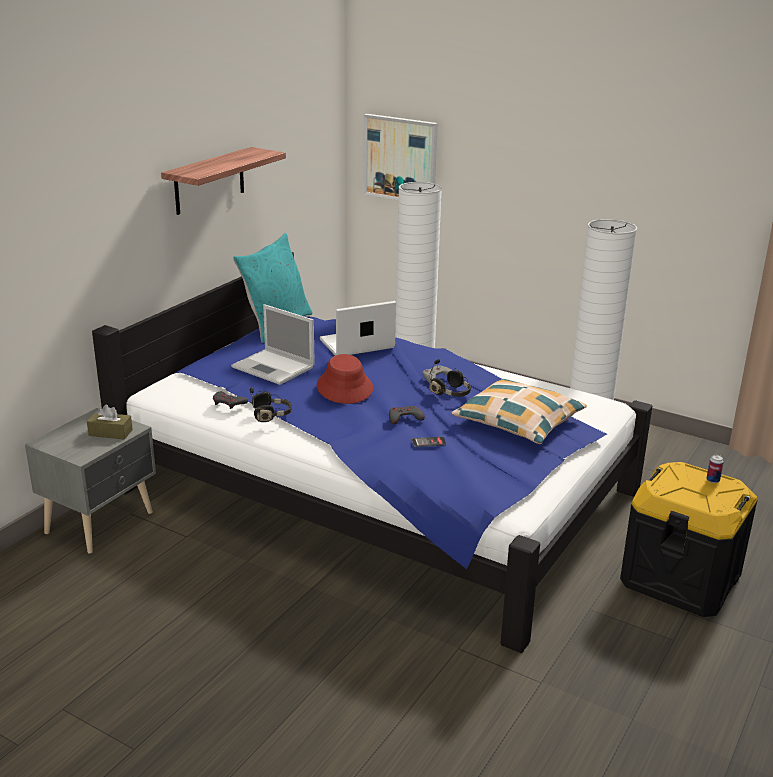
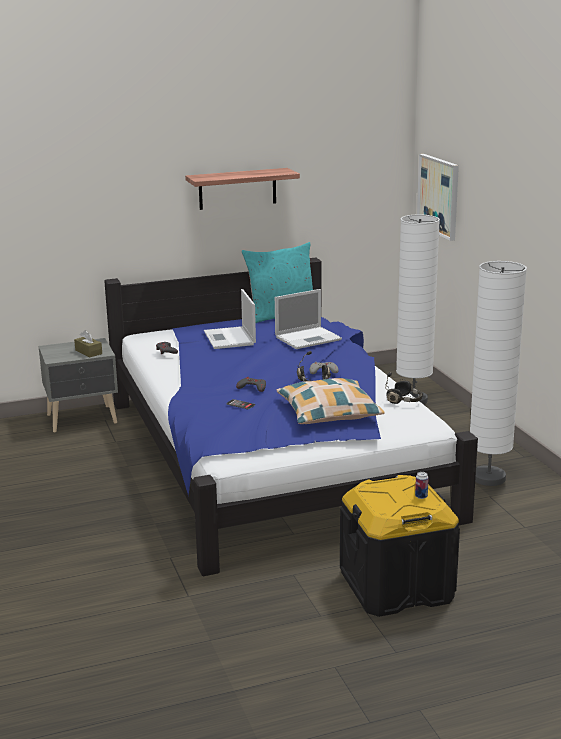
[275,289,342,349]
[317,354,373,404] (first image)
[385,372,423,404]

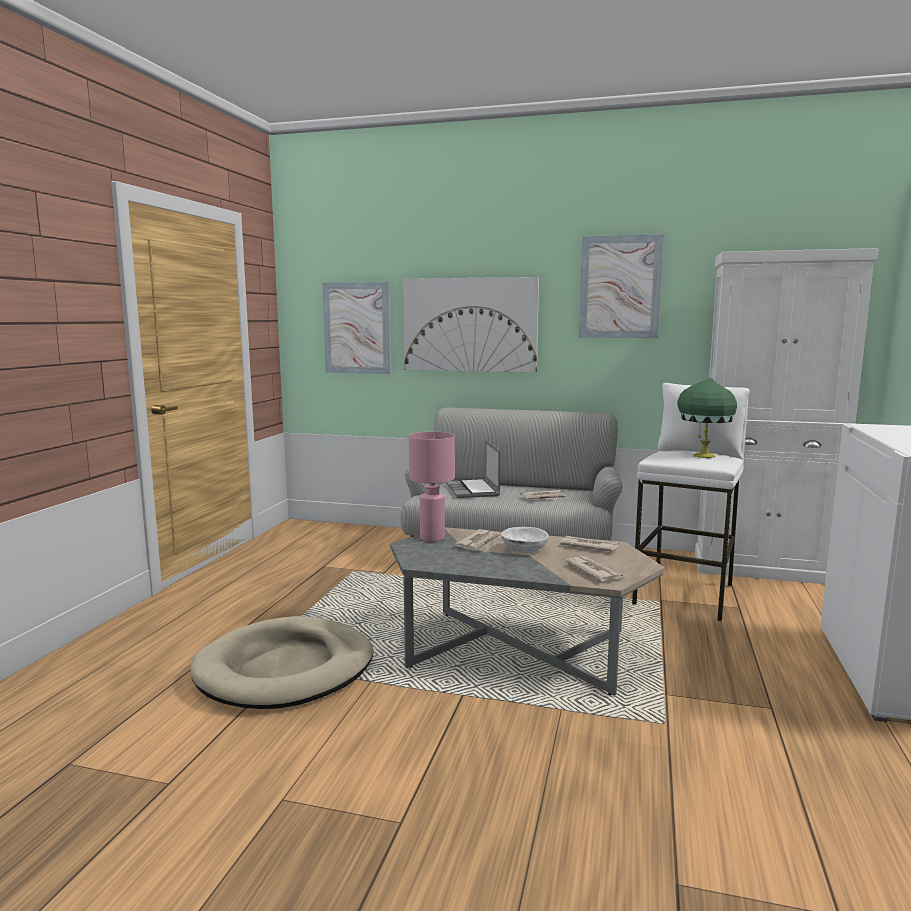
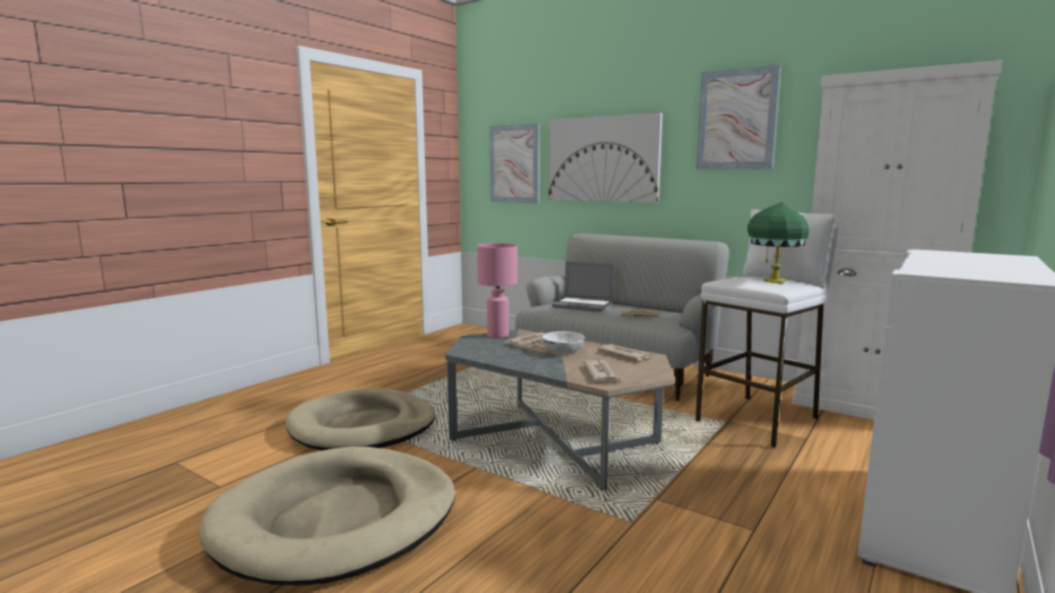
[552,261,614,312]
[199,446,455,585]

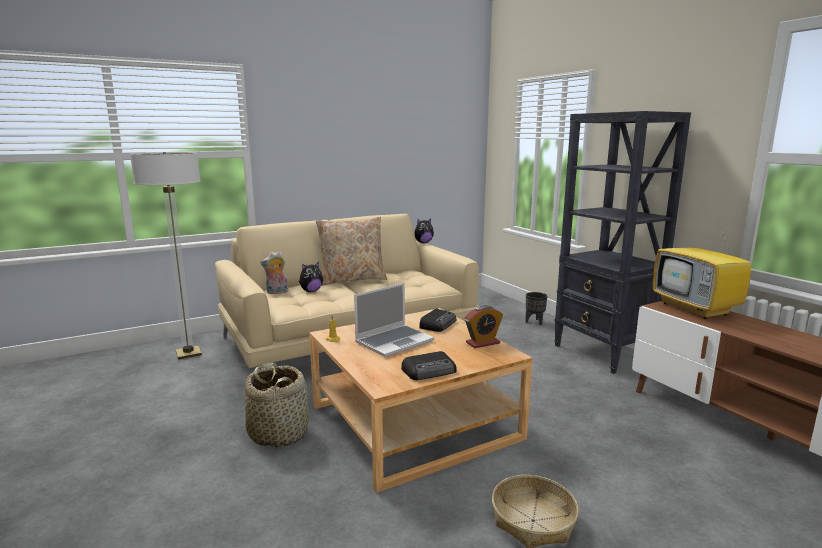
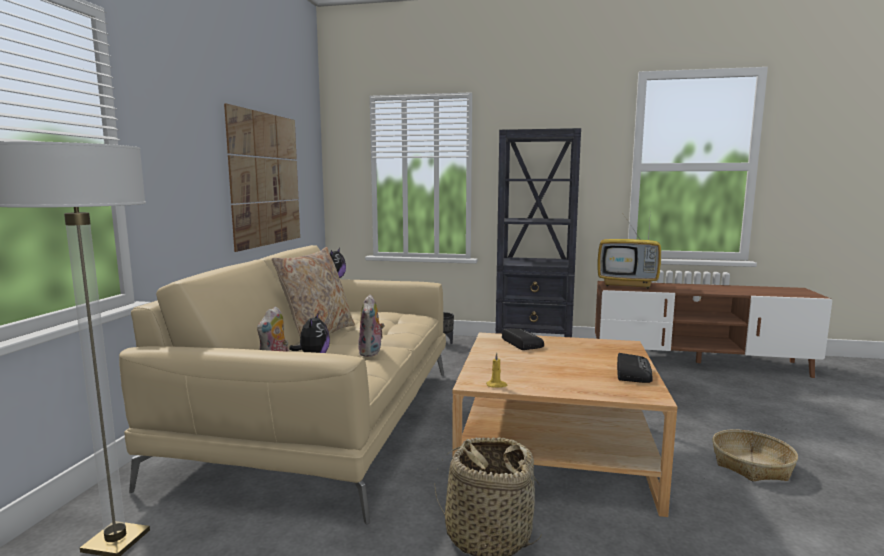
[354,283,434,357] (first image)
[465,305,503,348] (first image)
[224,103,300,252]
[358,294,385,357]

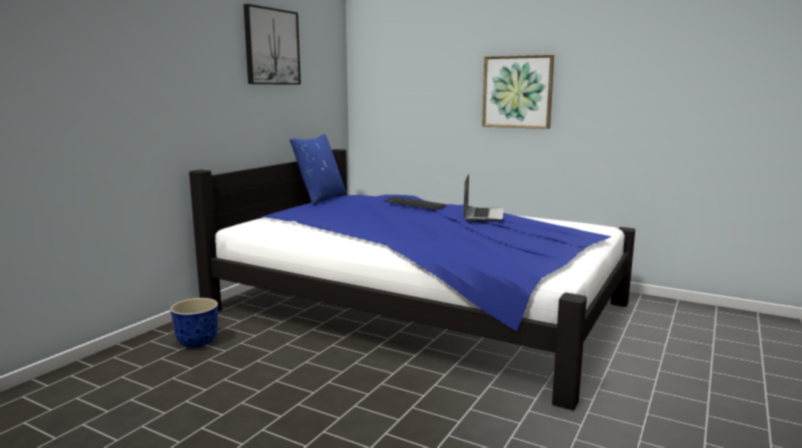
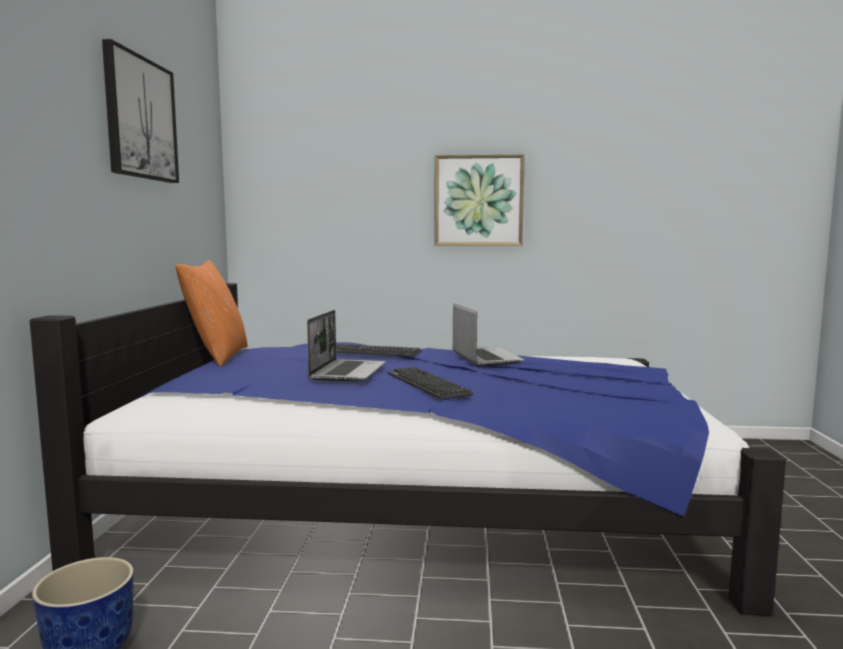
[176,260,248,367]
[307,310,386,382]
[388,367,473,399]

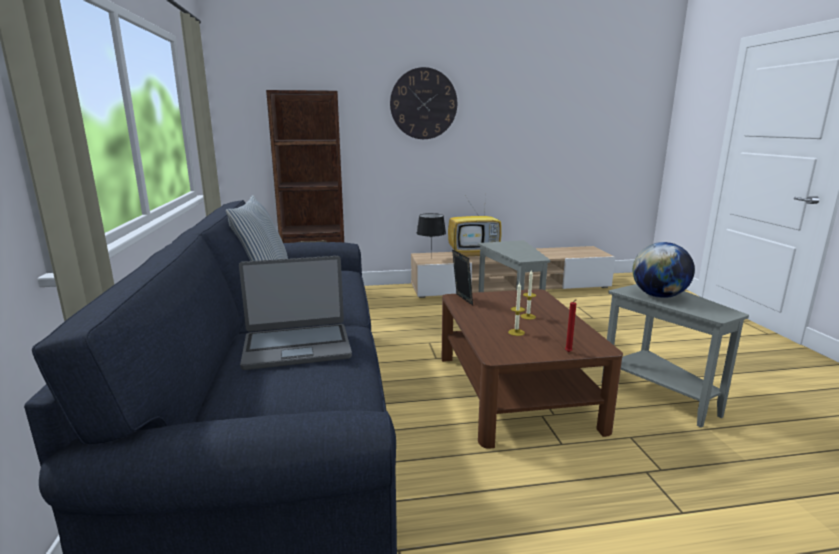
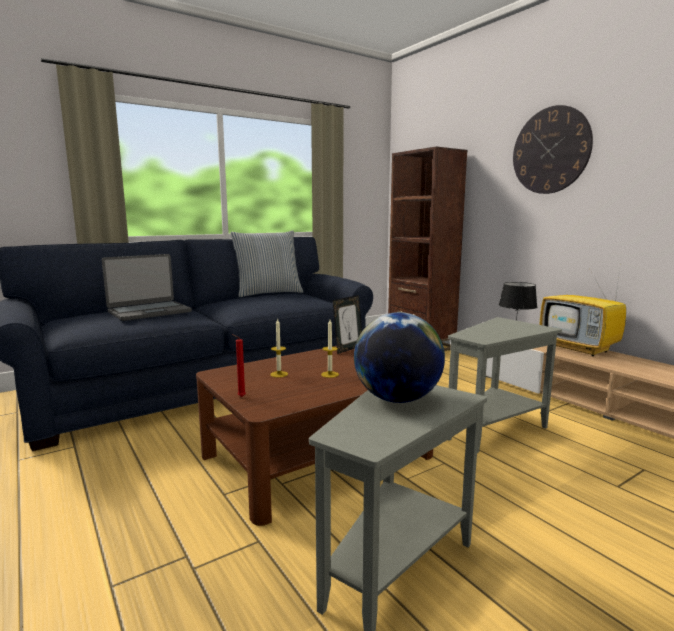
[102,254,192,321]

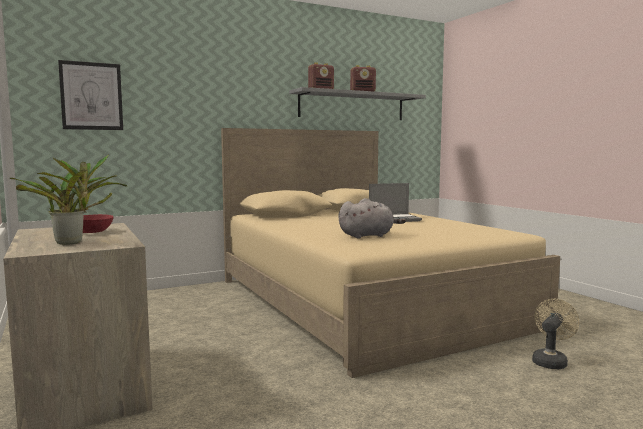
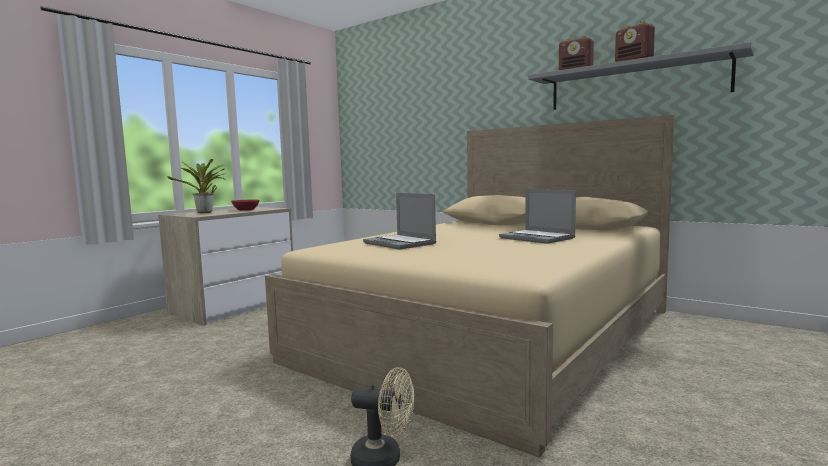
[58,60,123,130] (first image)
[363,193,436,250]

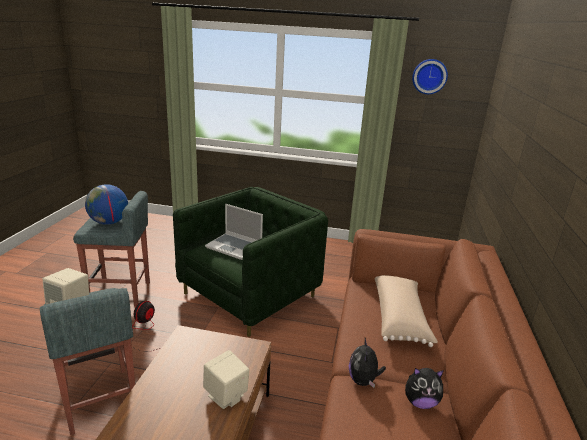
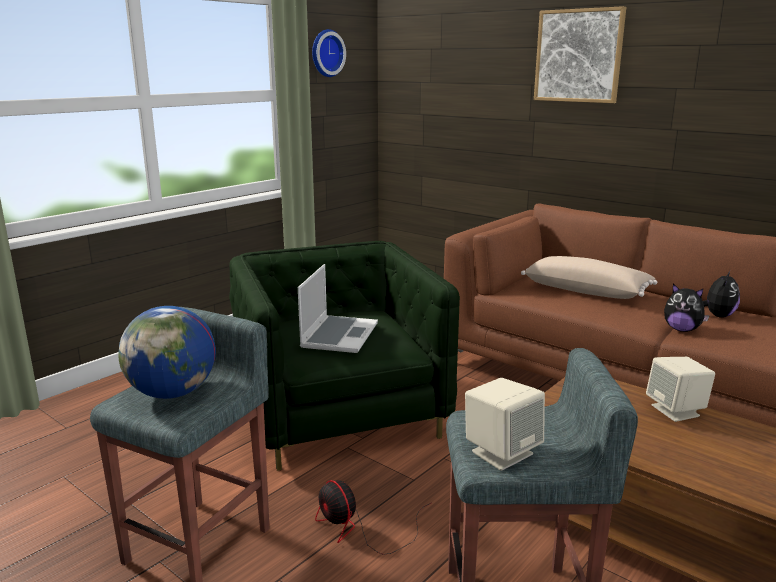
[298,264,378,353]
[534,6,626,103]

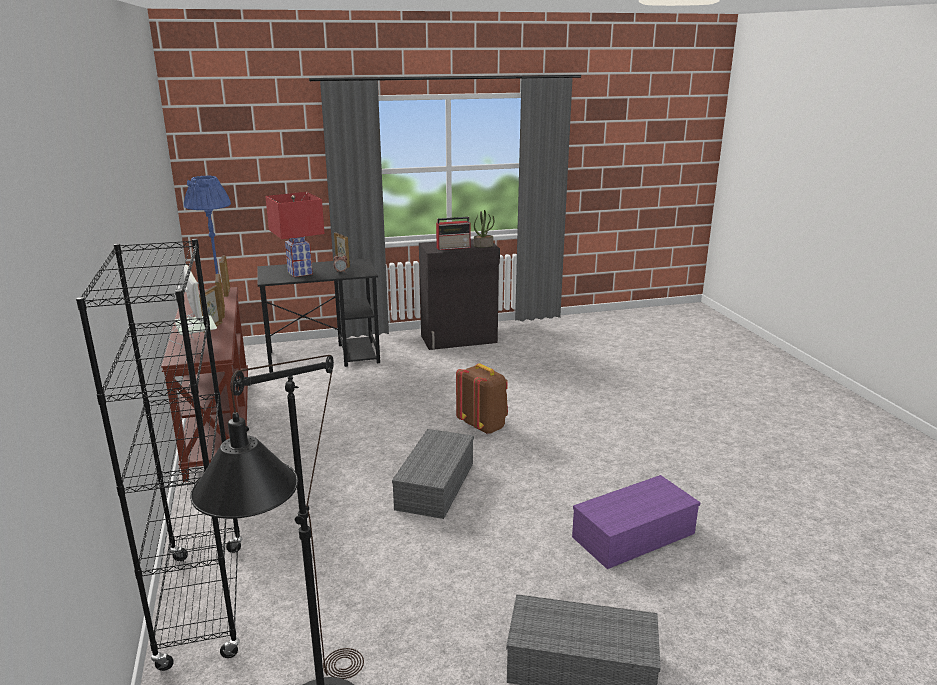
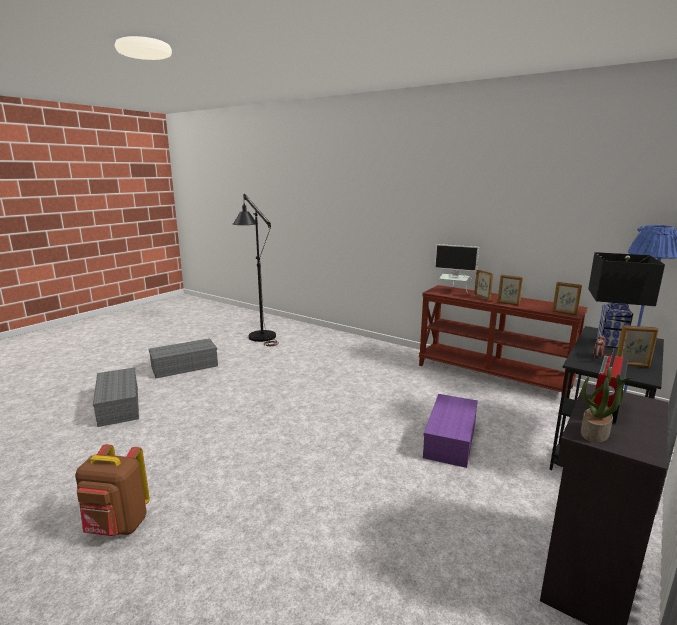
[588,252,665,348]
[76,239,243,671] (first image)
[75,444,150,536]
[93,367,139,427]
[423,394,478,468]

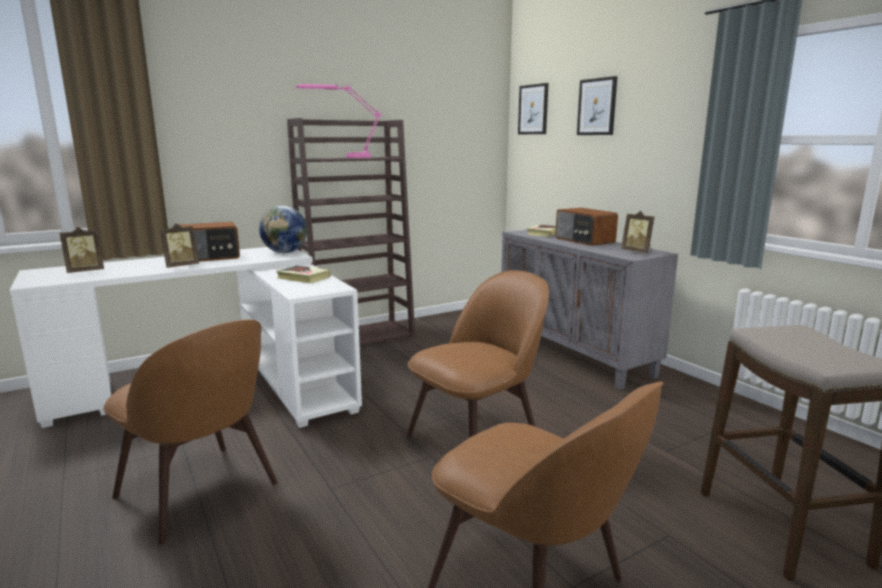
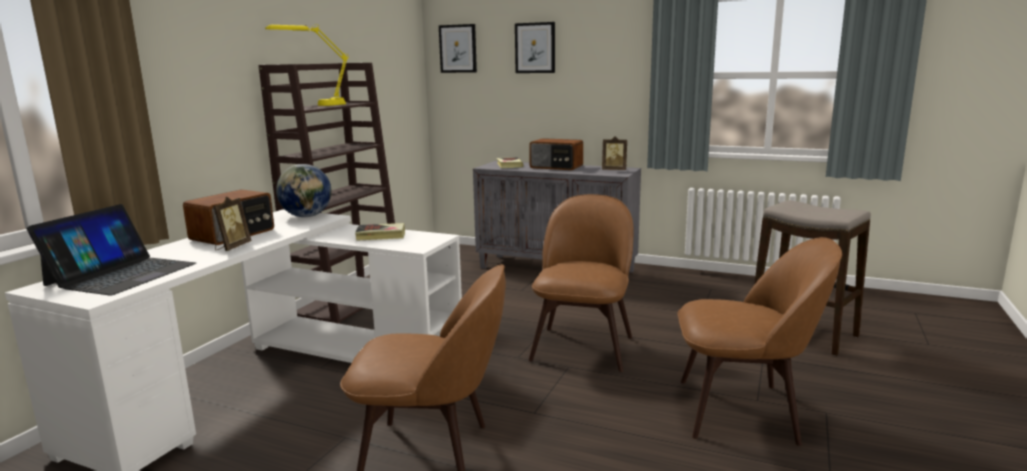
[265,24,349,106]
[26,204,196,296]

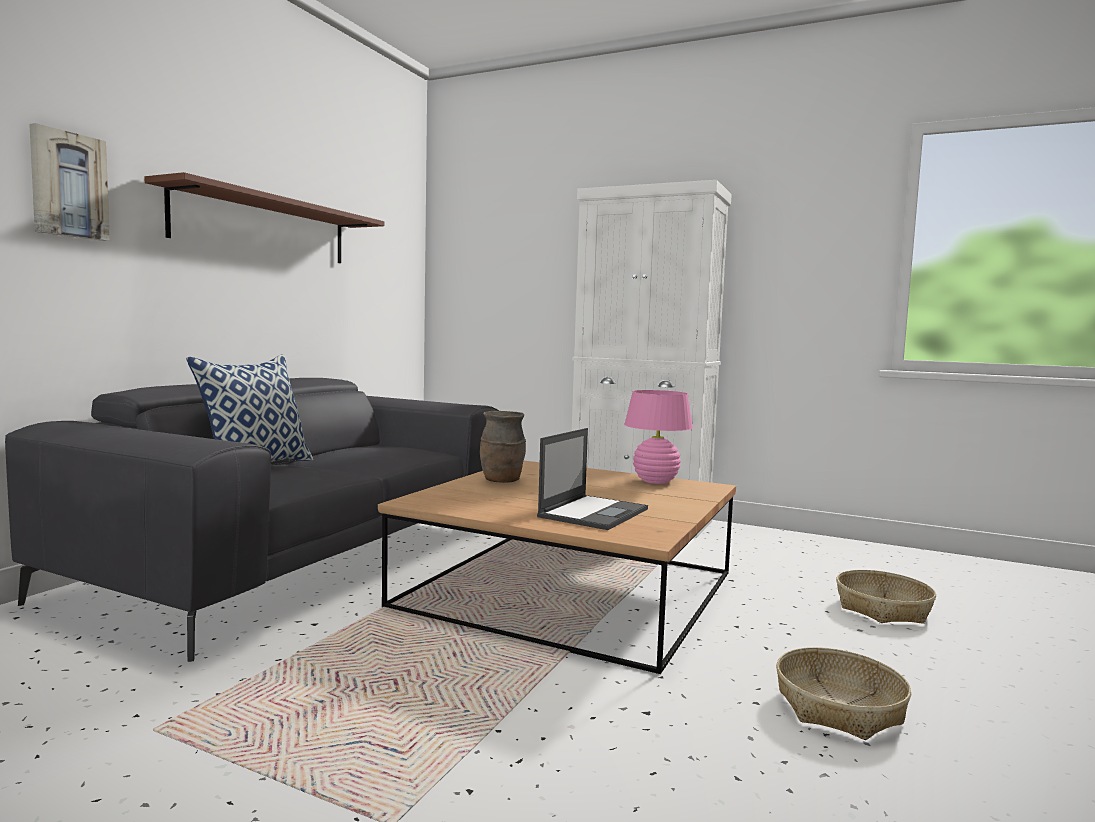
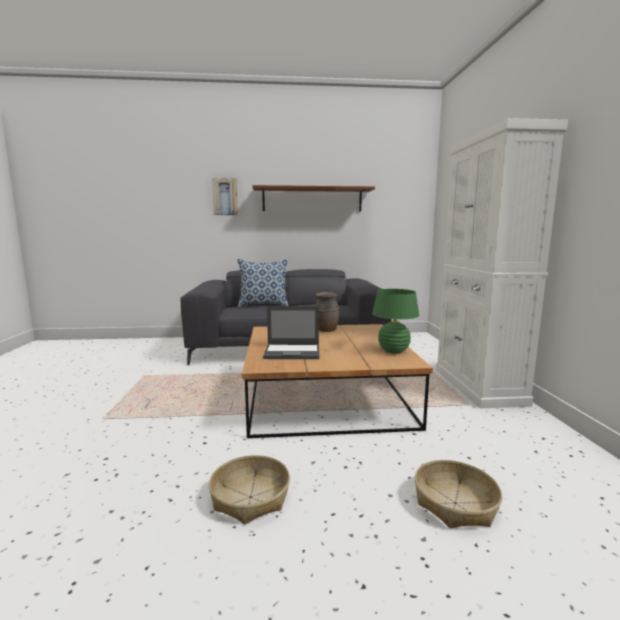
[372,289,419,354]

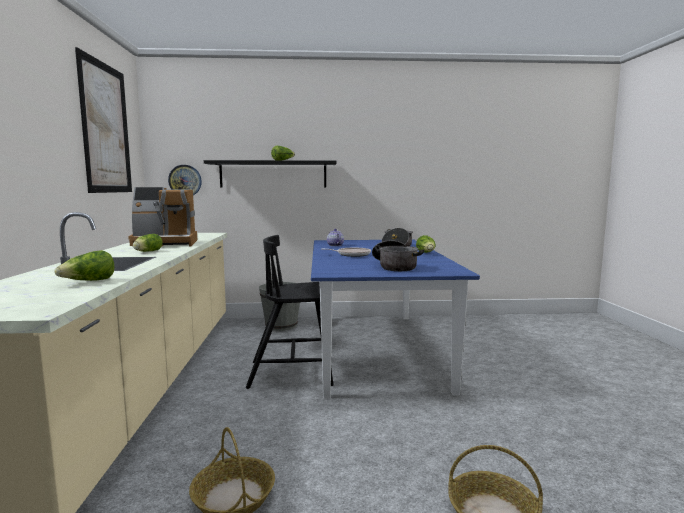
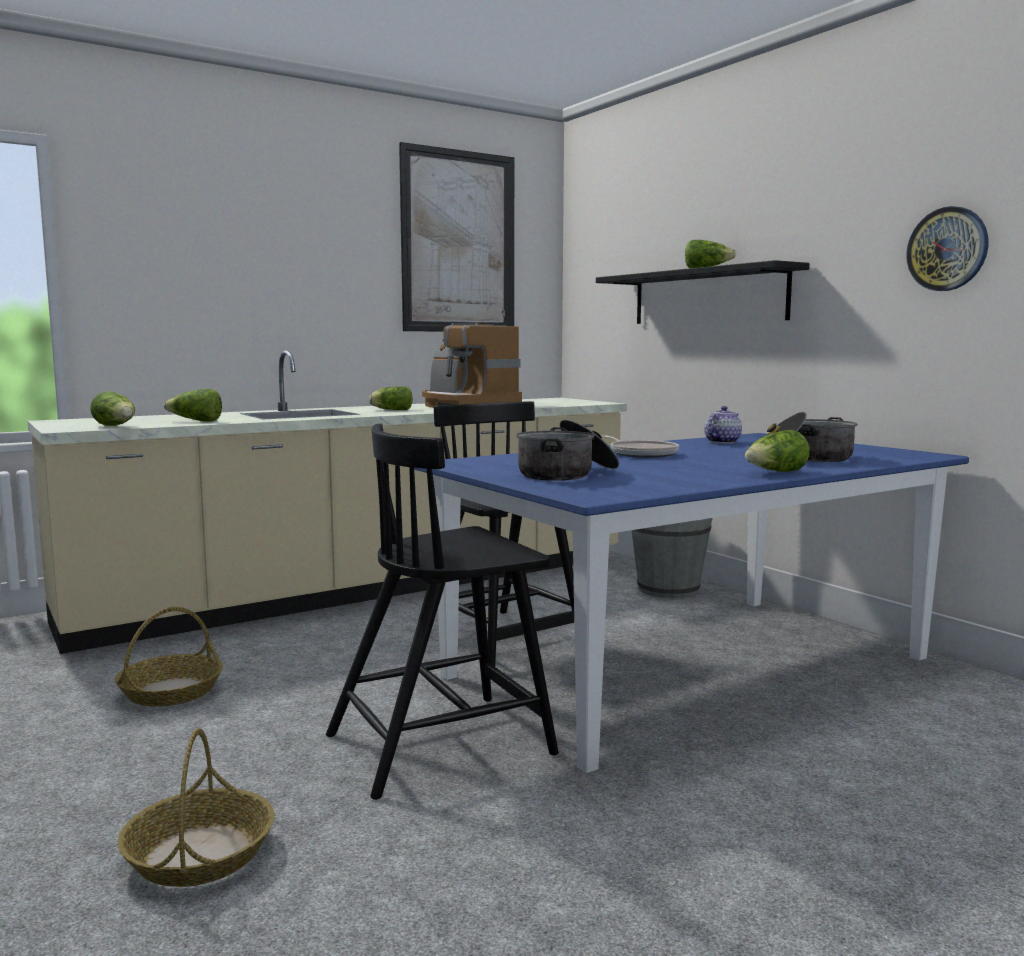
[906,206,989,291]
[91,392,135,426]
[326,424,559,800]

